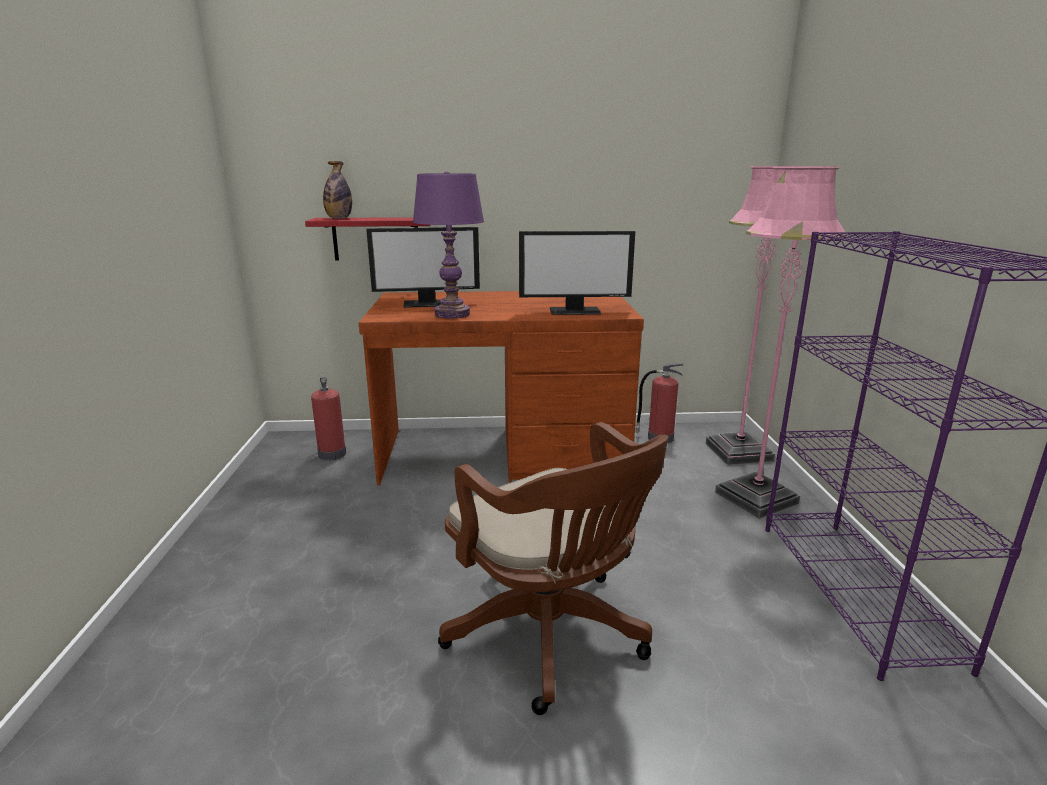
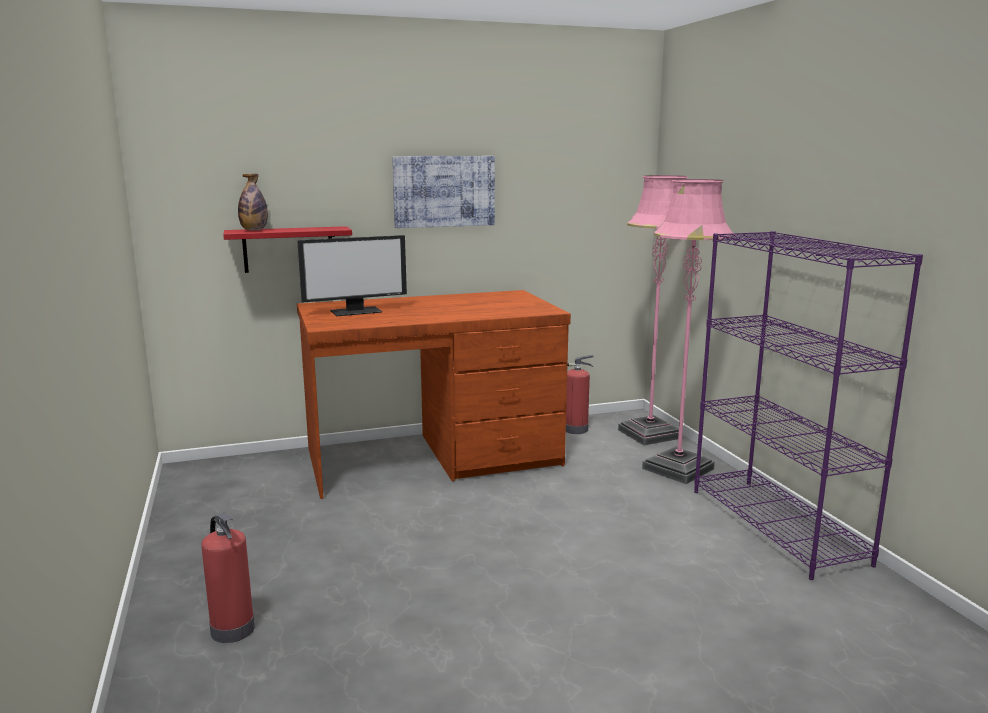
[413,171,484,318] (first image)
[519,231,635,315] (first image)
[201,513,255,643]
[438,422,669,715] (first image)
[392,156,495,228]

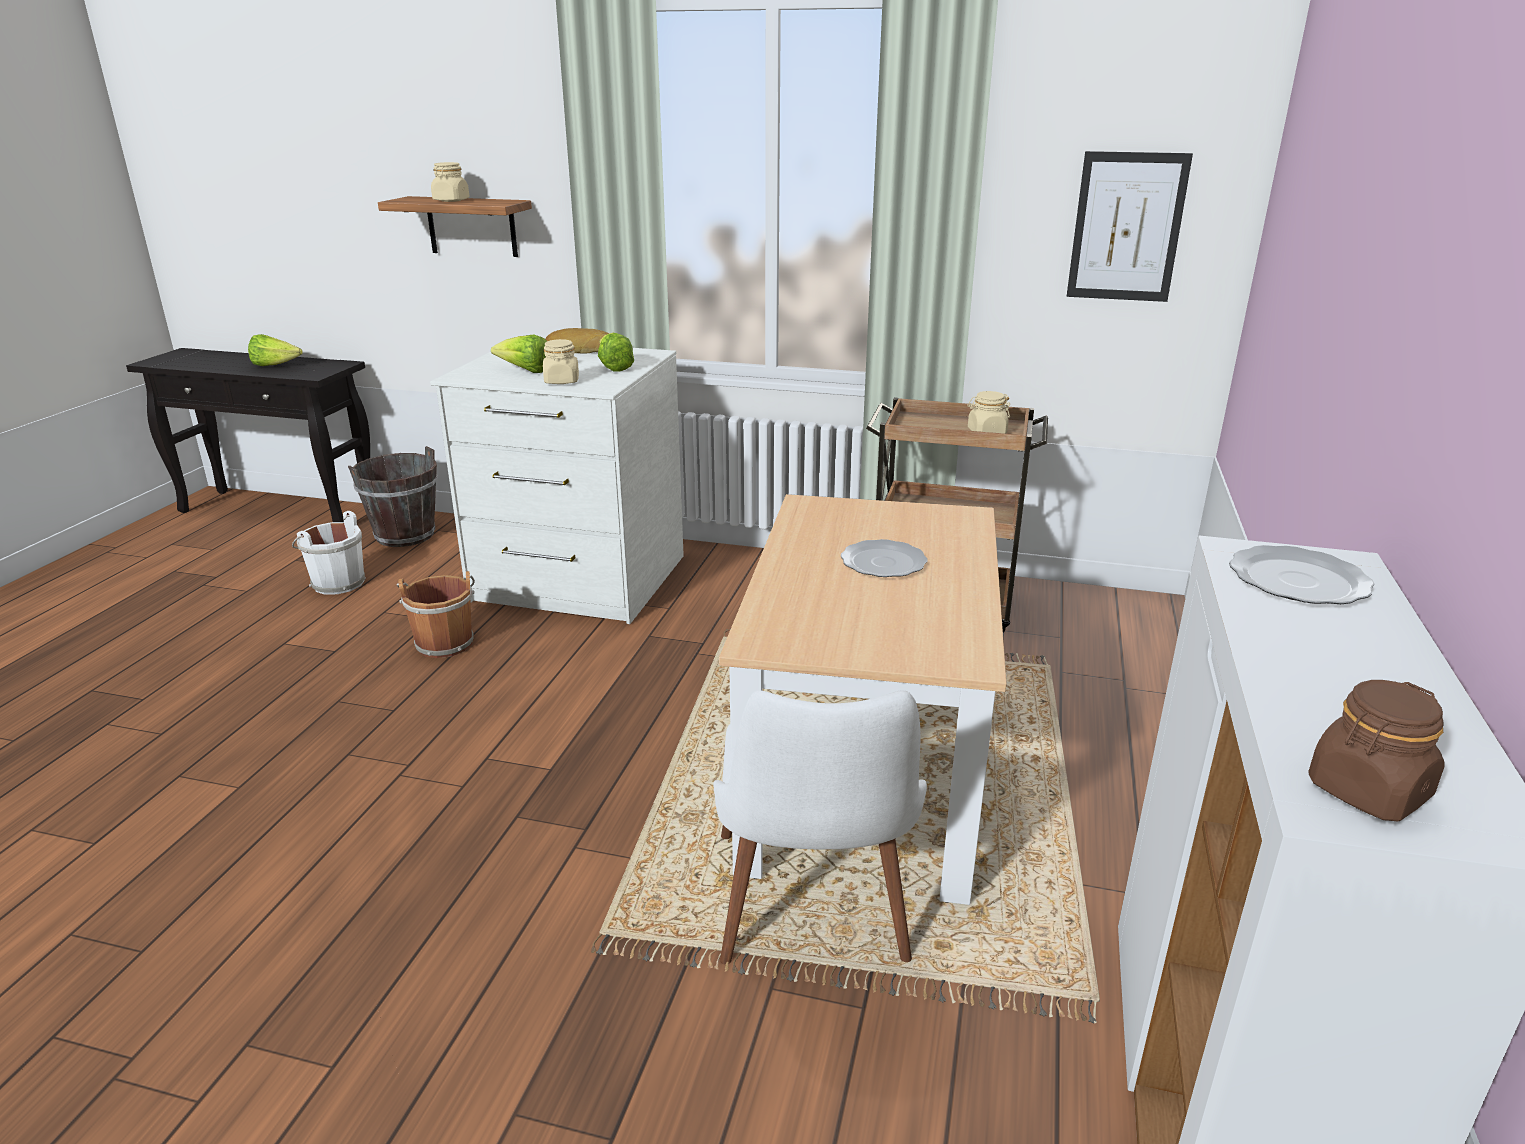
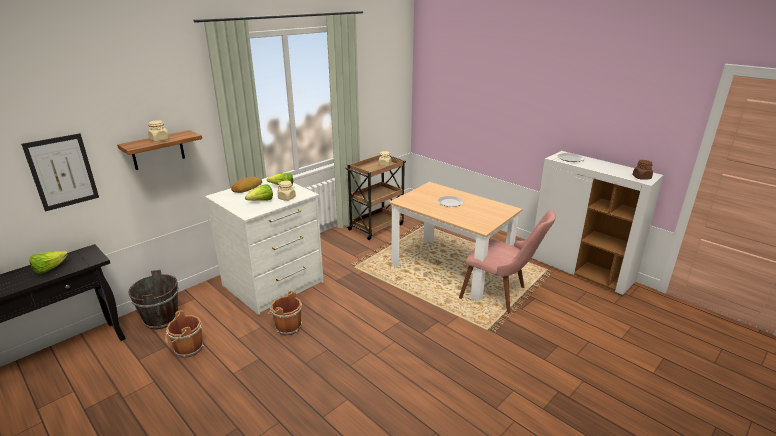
[21,133,99,212]
[165,310,204,358]
[459,210,556,314]

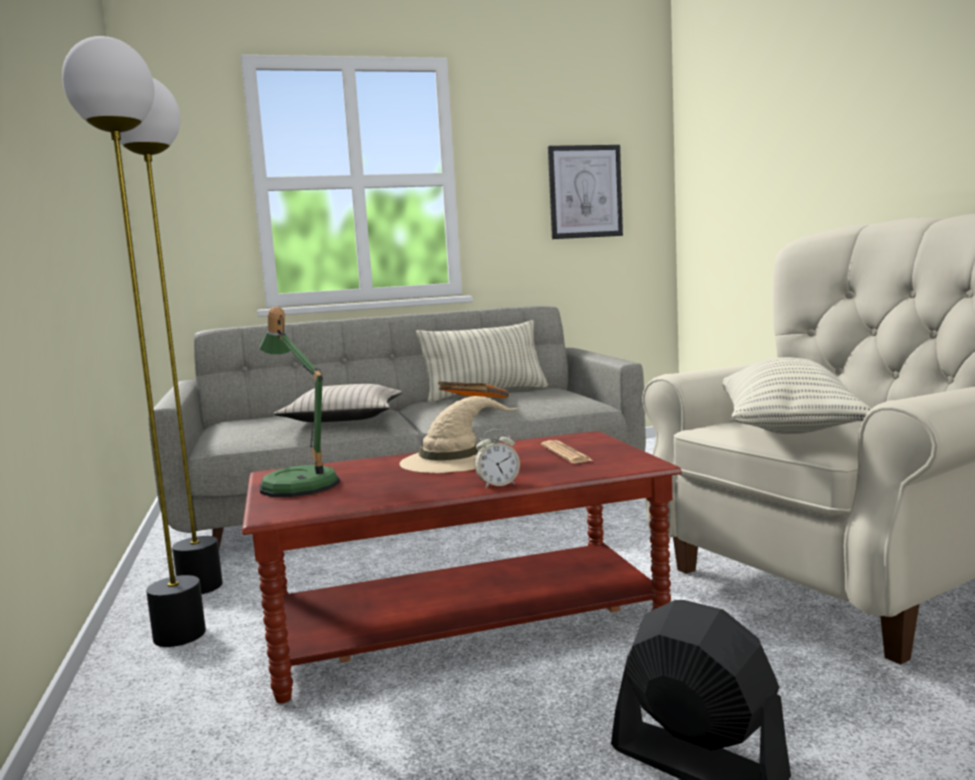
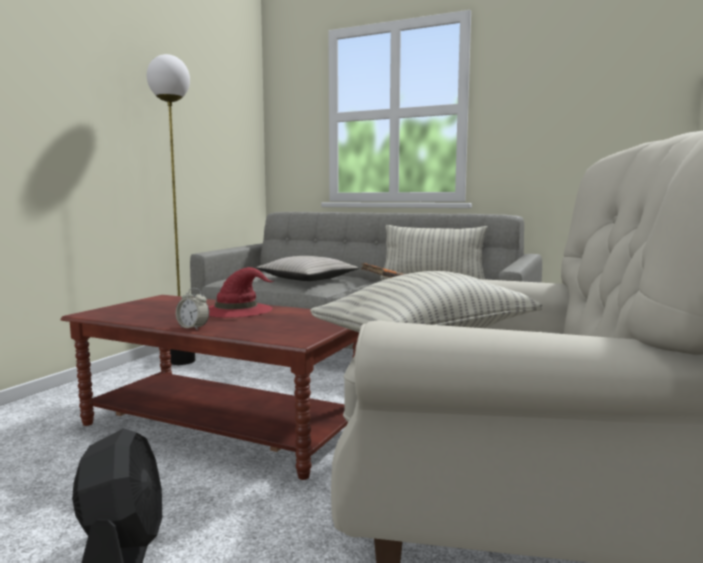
[62,36,206,647] (first image)
[548,145,623,239] (first image)
[260,307,340,497] (first image)
[208,267,274,318]
[541,440,594,464] (first image)

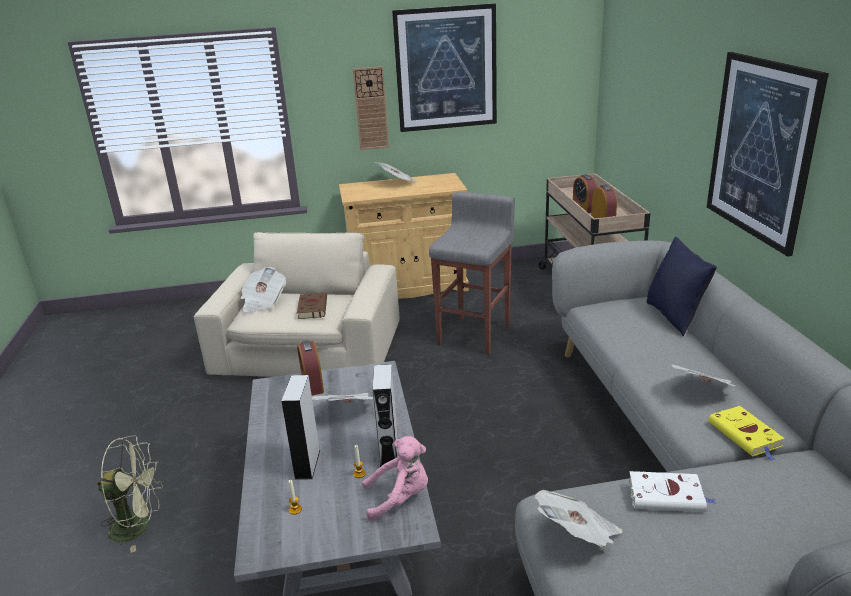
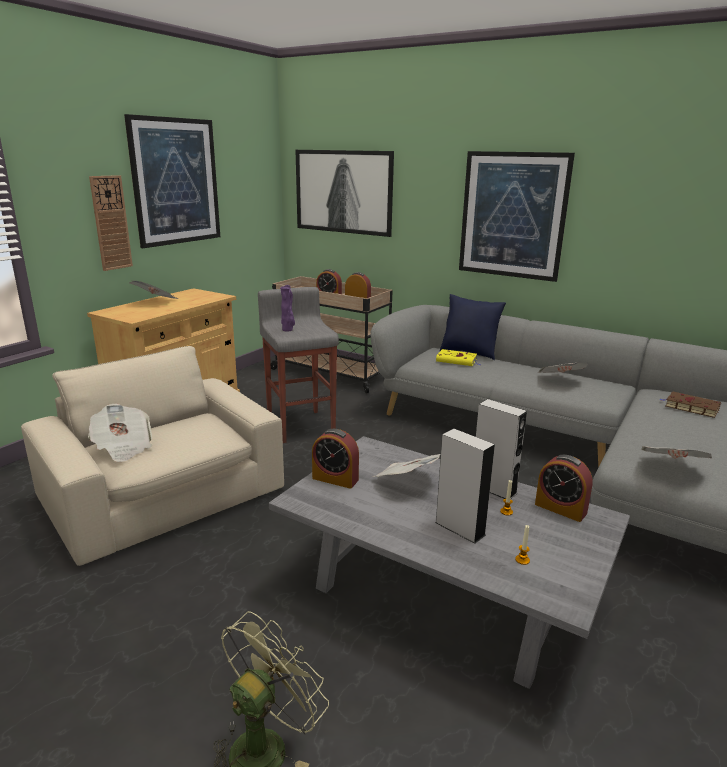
[660,391,721,418]
[436,349,482,366]
[535,455,593,522]
[629,471,716,512] (first image)
[296,150,394,237]
[280,285,295,331]

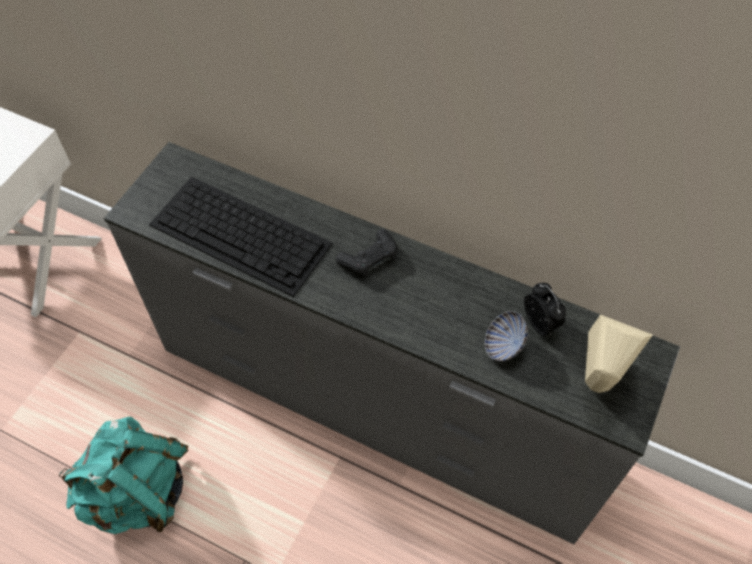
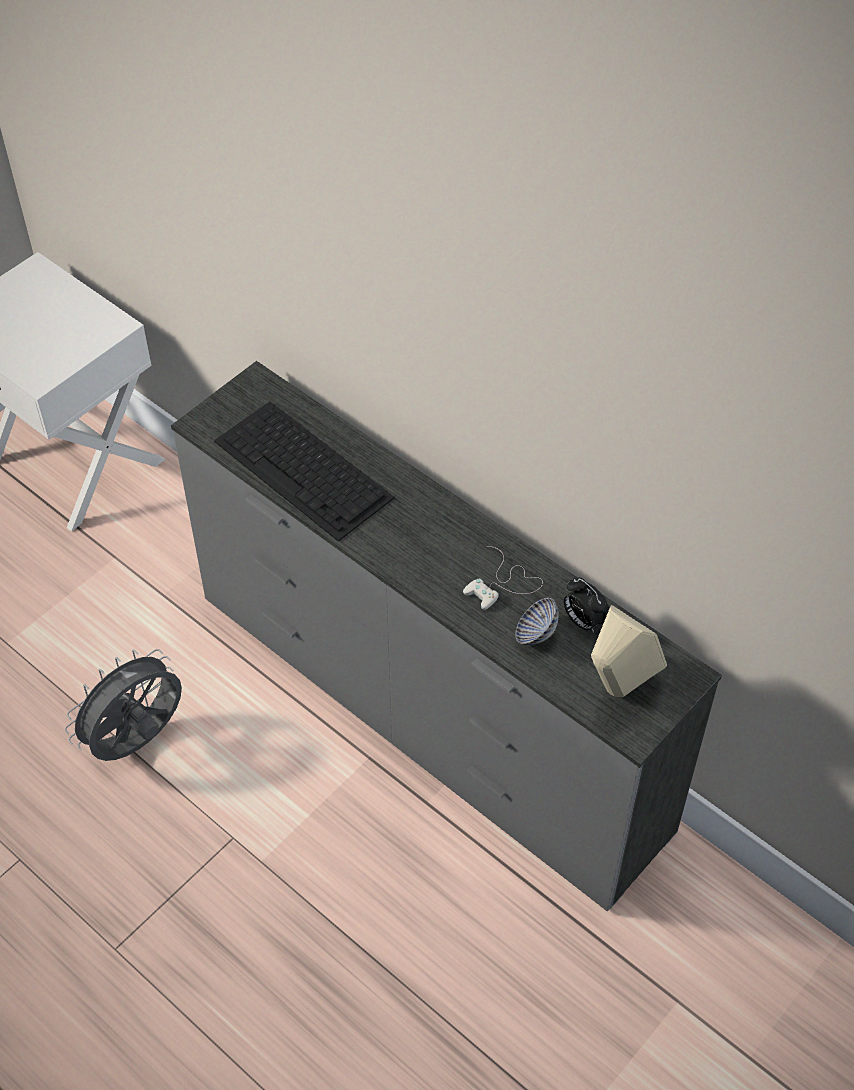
[336,229,398,277] (first image)
[564,578,609,633]
[65,649,182,761]
[463,546,543,610]

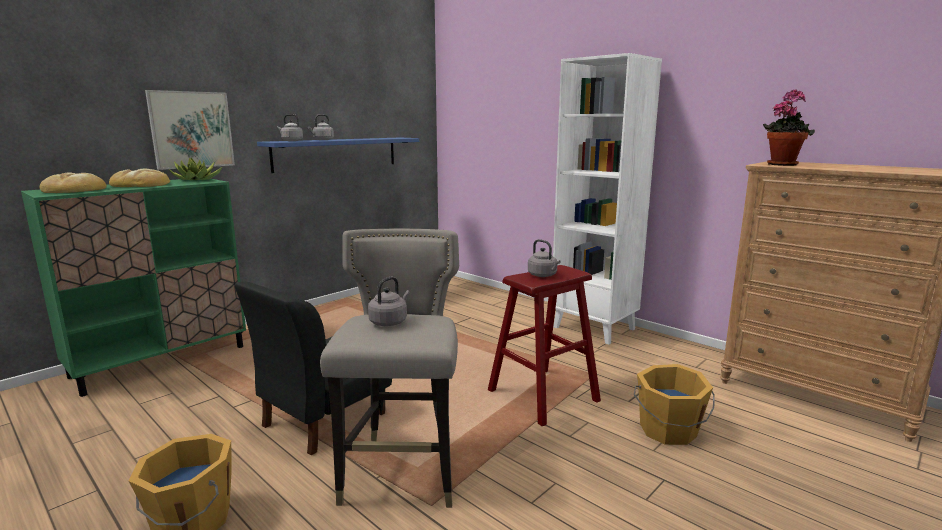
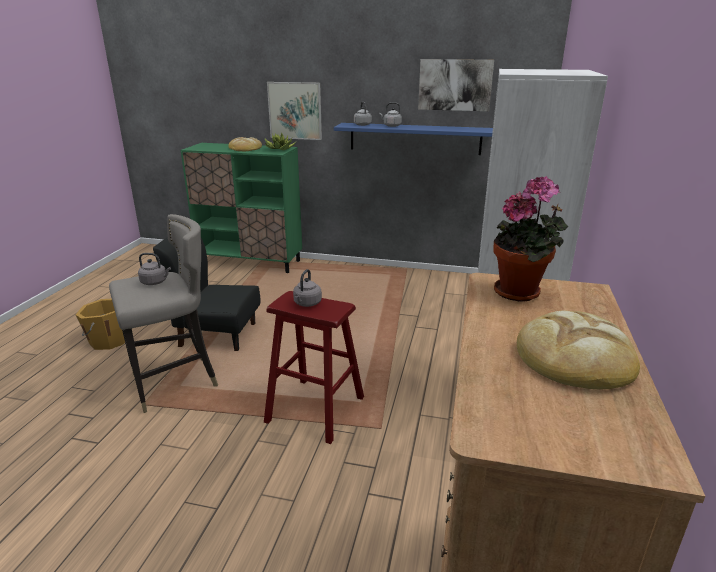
[517,310,640,389]
[634,364,715,445] (first image)
[418,59,494,111]

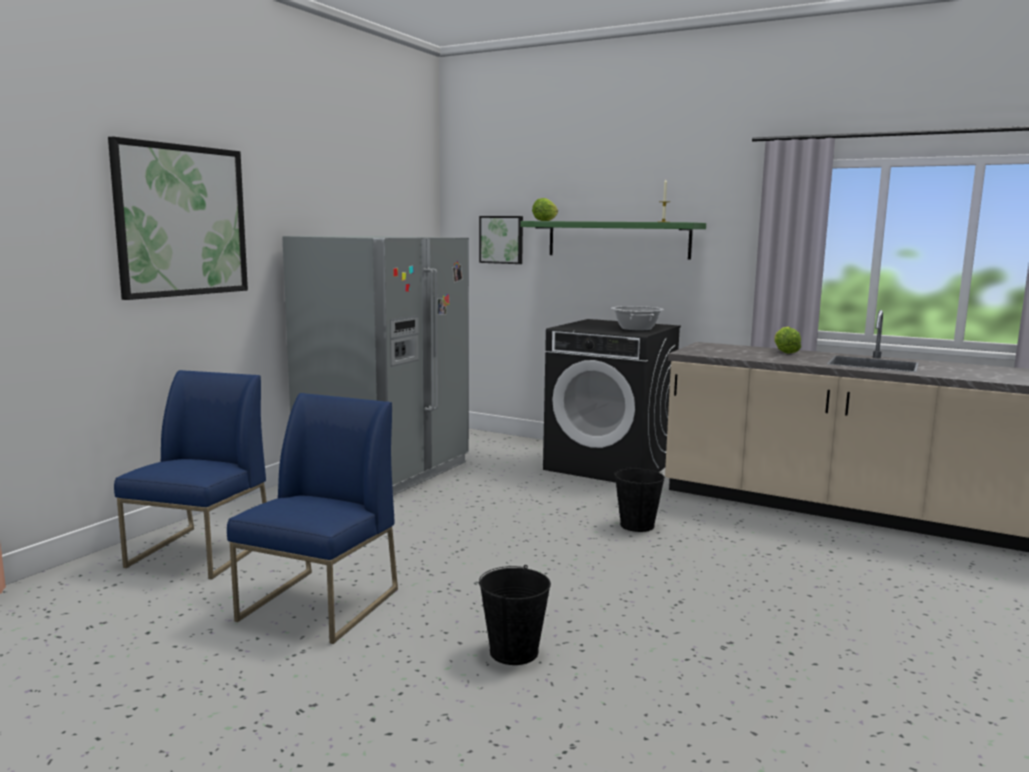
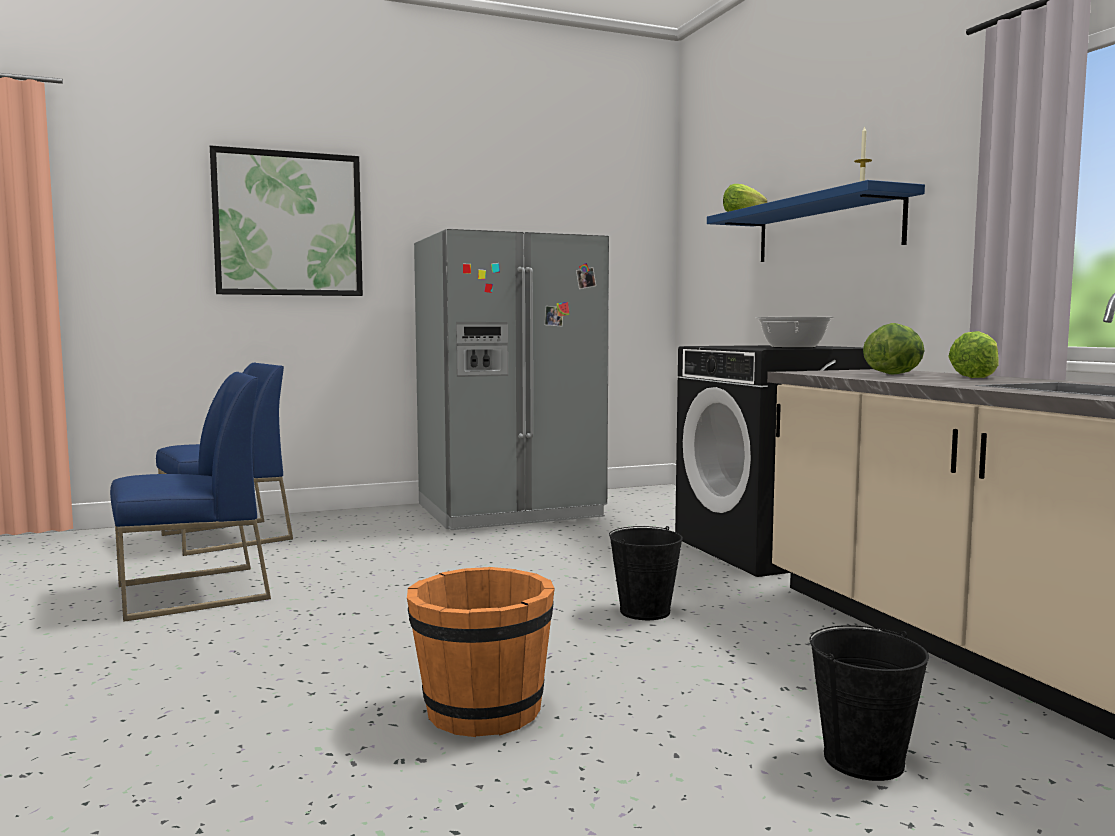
[479,216,523,264] (first image)
[707,180,925,262]
[809,625,929,781]
[863,323,924,375]
[407,567,555,737]

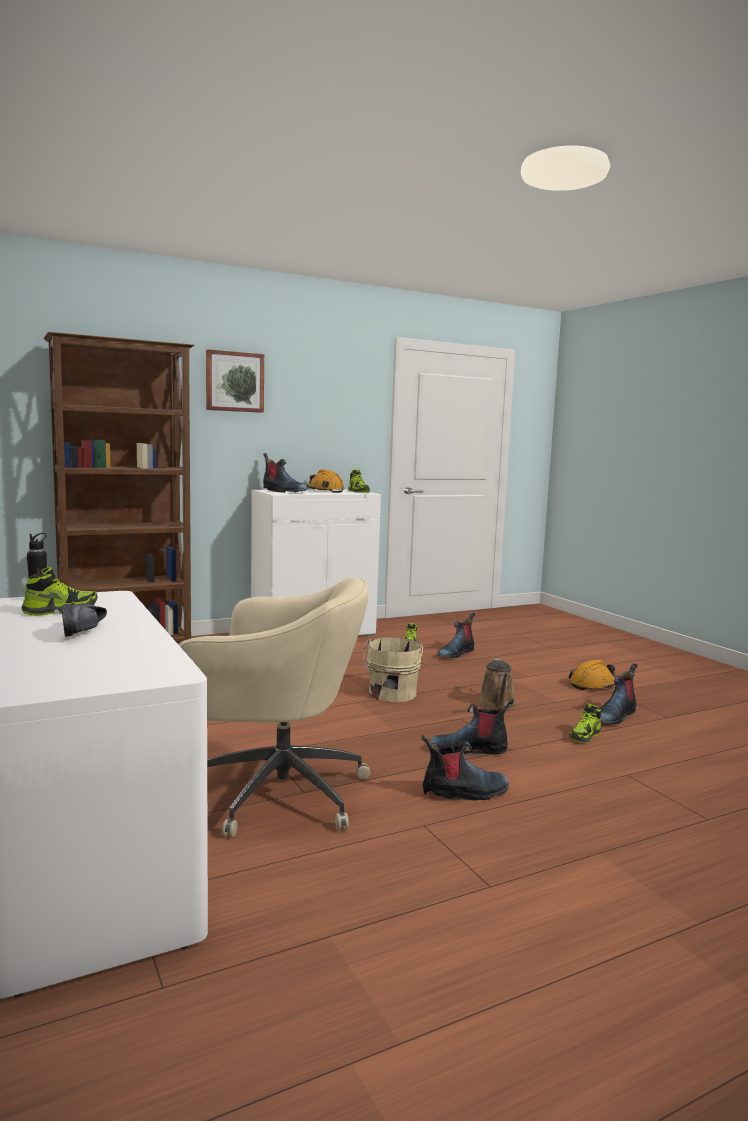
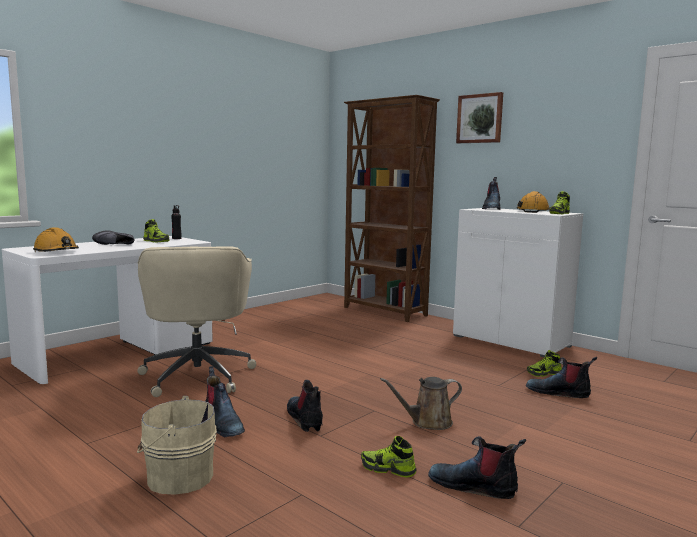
[137,396,217,495]
[33,227,79,252]

